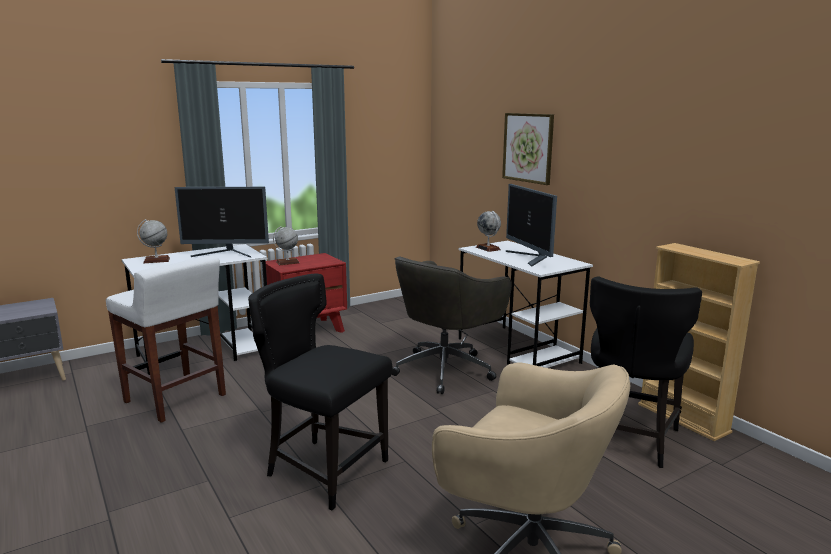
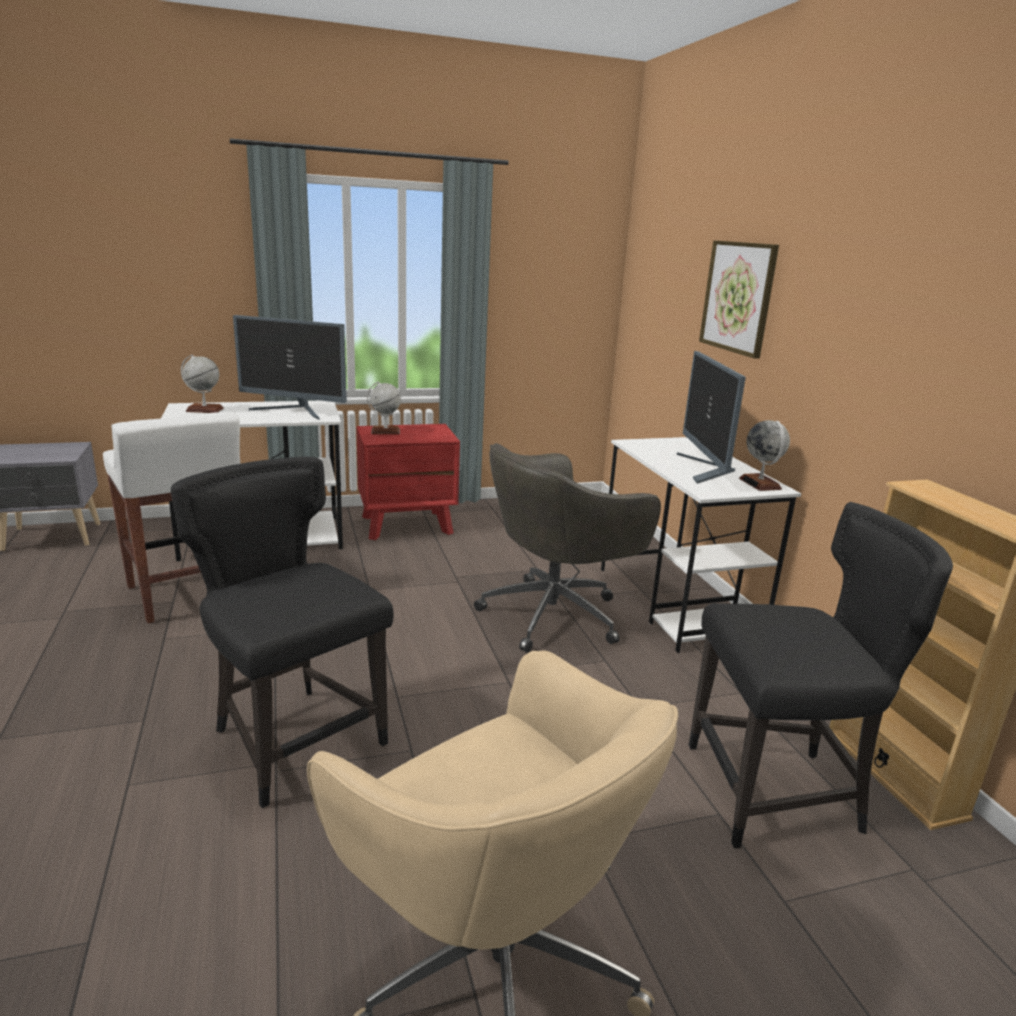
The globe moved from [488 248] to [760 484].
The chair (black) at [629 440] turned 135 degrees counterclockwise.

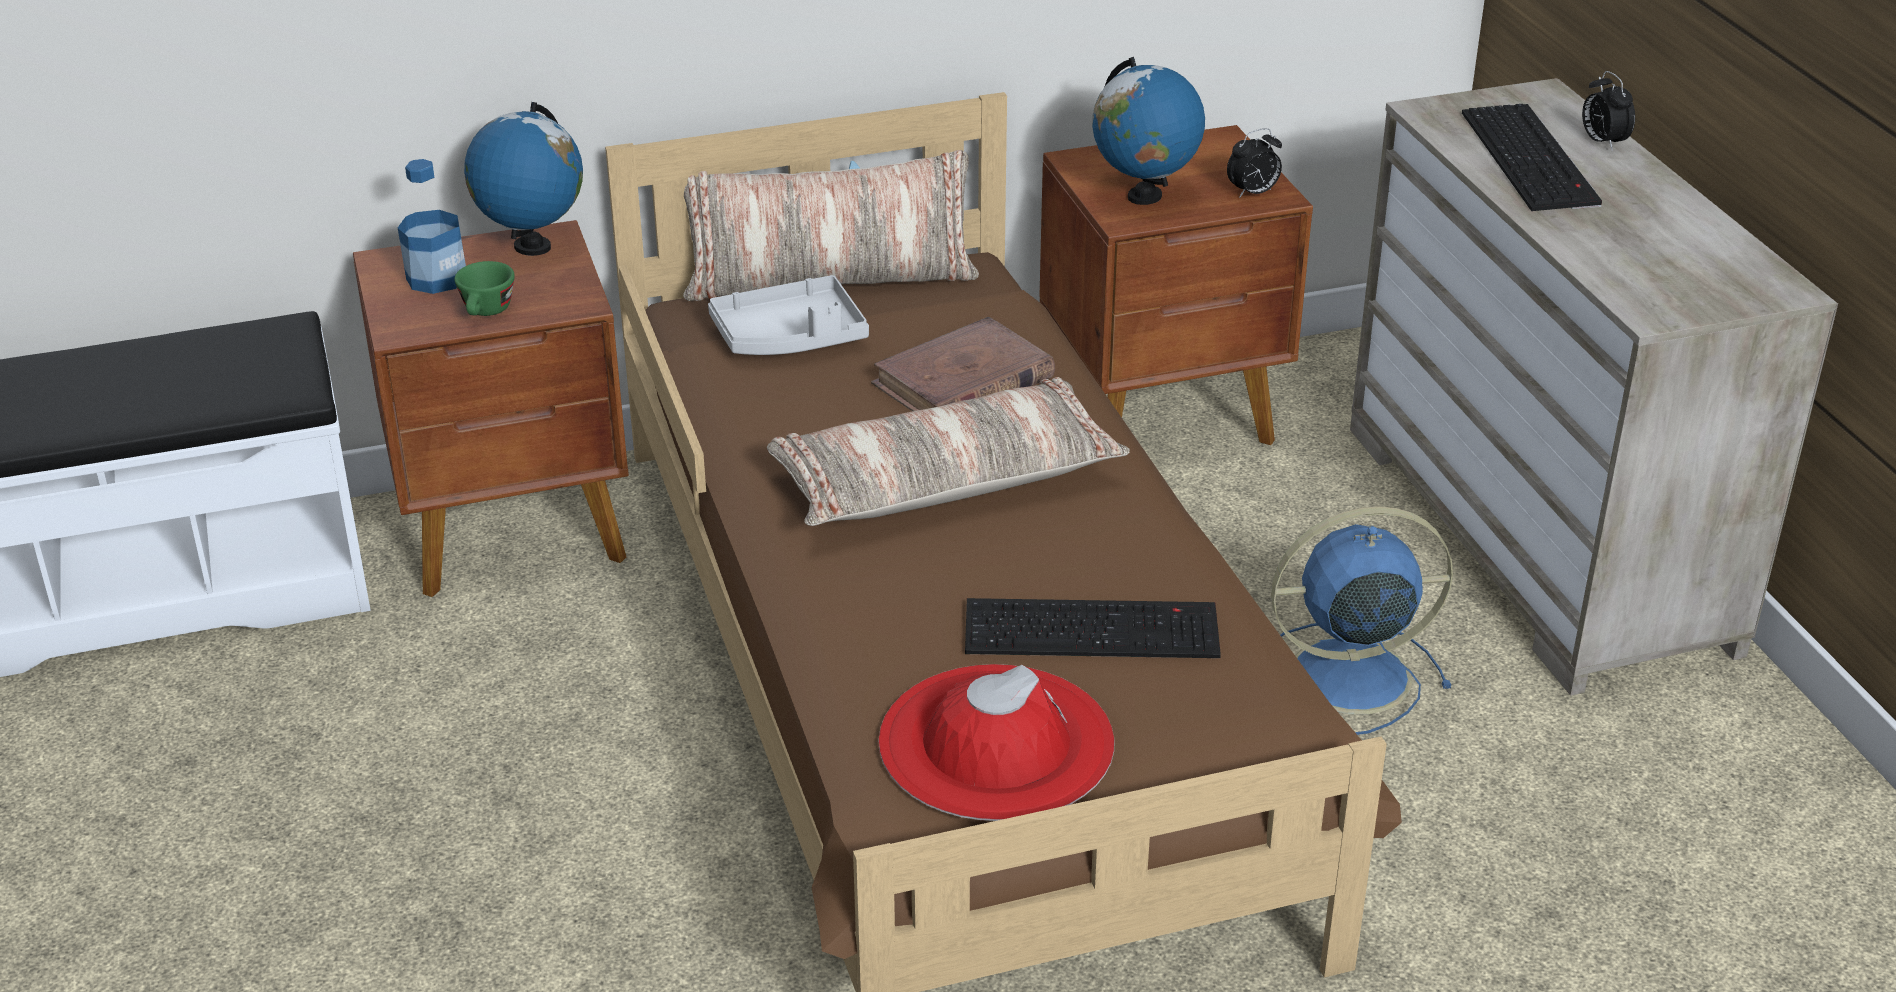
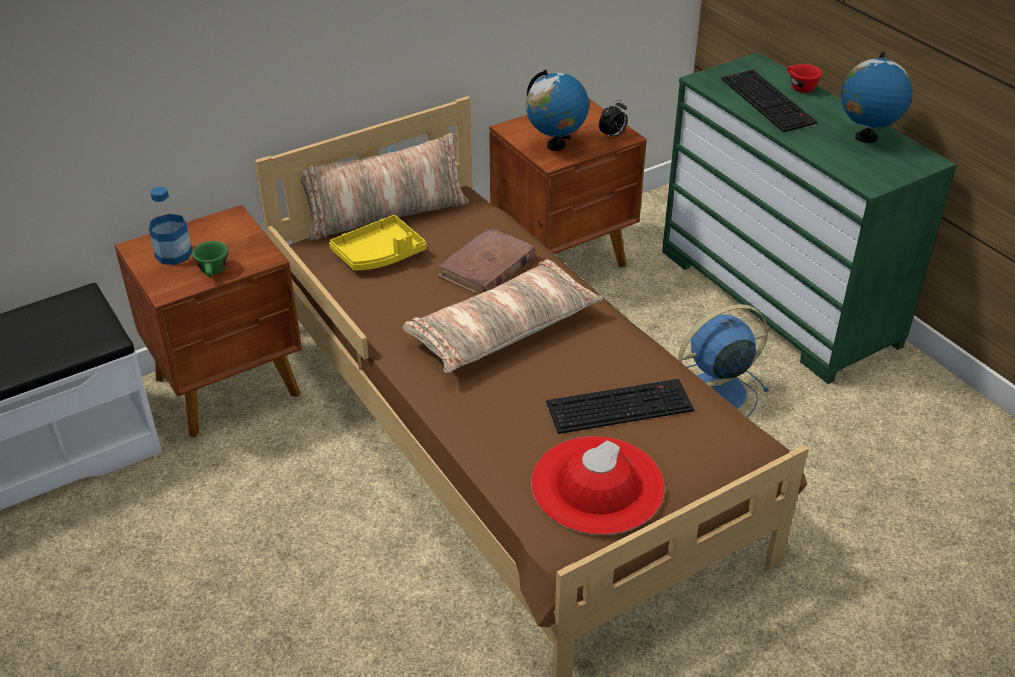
The globe moved from [532 247] to [866 137].
The alarm clock at [1602 142] was replaced by the cup (red) at [799 87].
The tray (grey) at [790 337] became the tray (yellow) at [379 255].
The dresser (beige) at [1539 536] became the dresser (green) at [778 297].

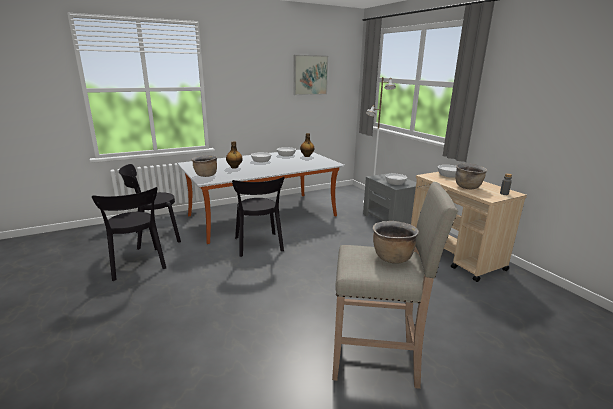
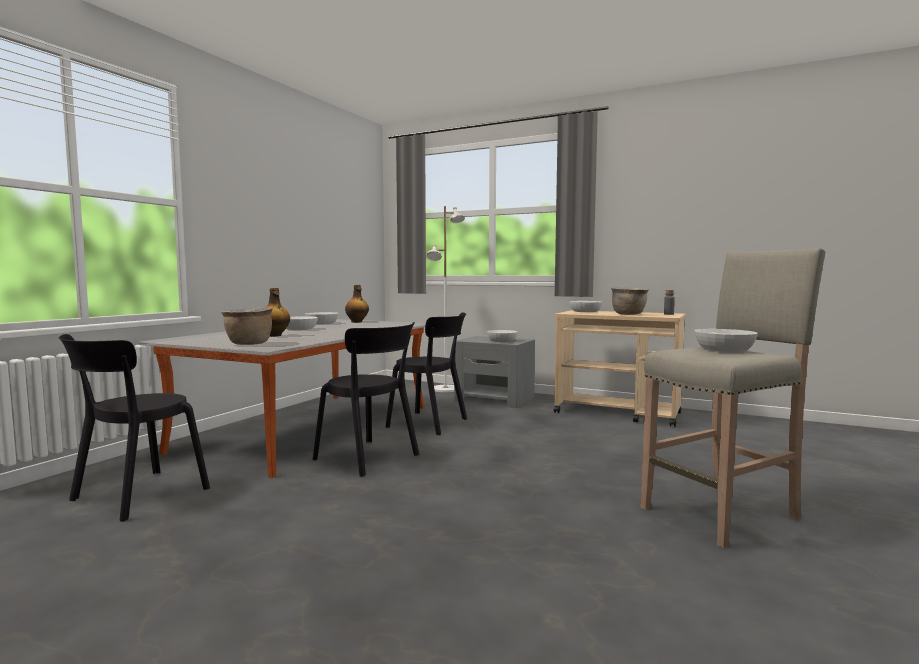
The picture at [310 75] disappeared.
The chair (black) moved from [137 265] to [431 423].
The cooking pot (brown) at [392 258] was replaced by the bowl (white) at [724 349].

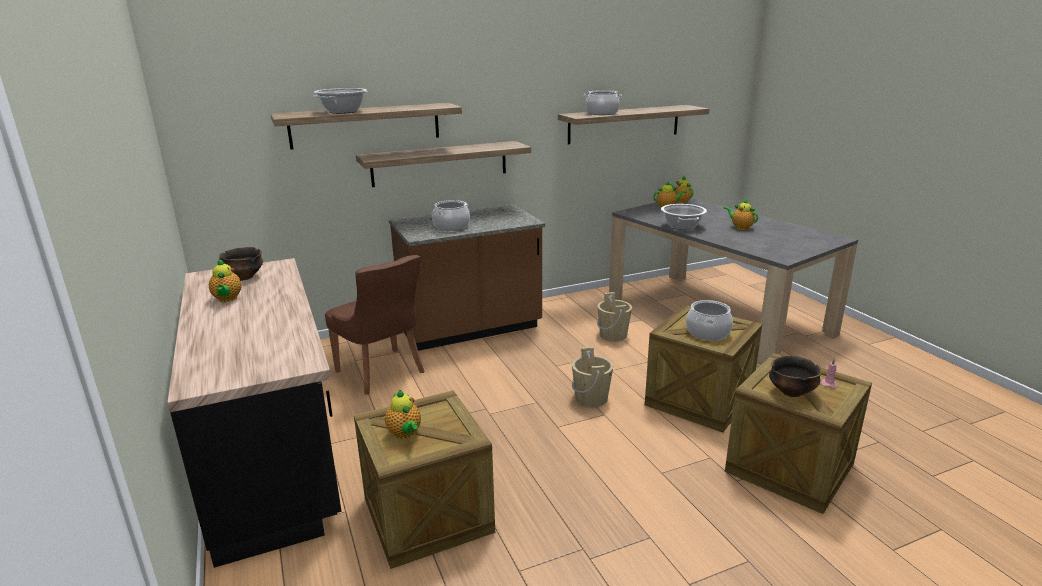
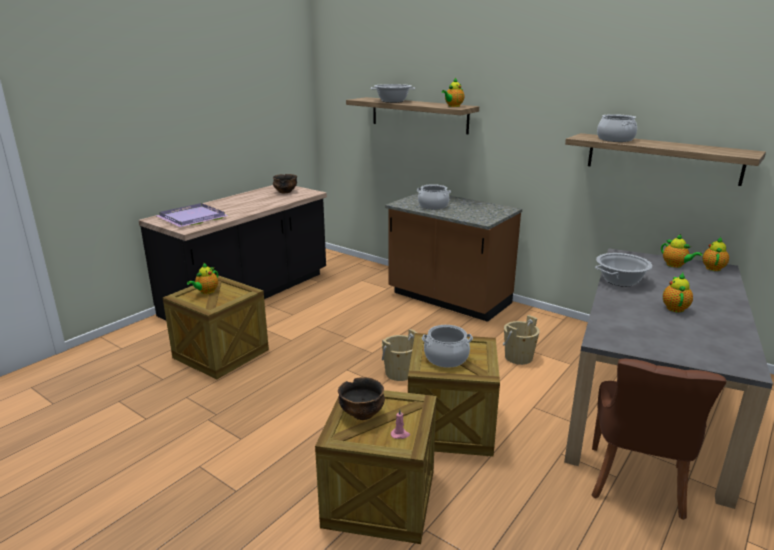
The shelf at [440 163] disappeared.
The tray (purple) at [194 218] appeared.
The teapot moved from [227 299] to [453 106].
The chair (brown) moved from [382 372] to [636 484].

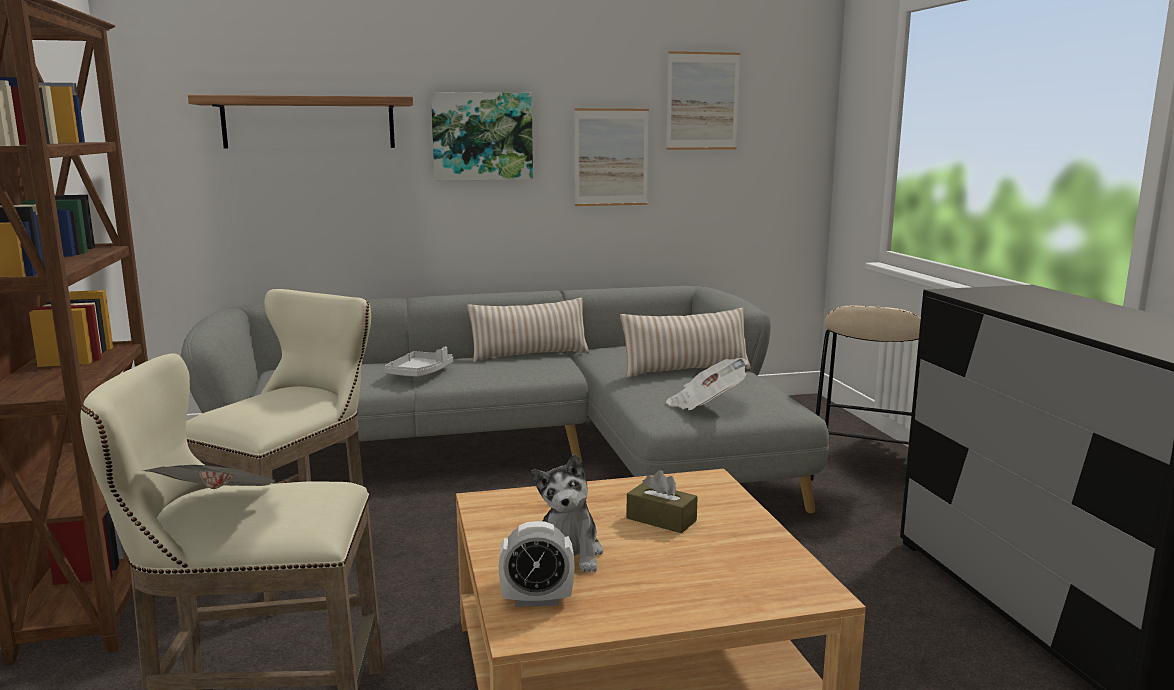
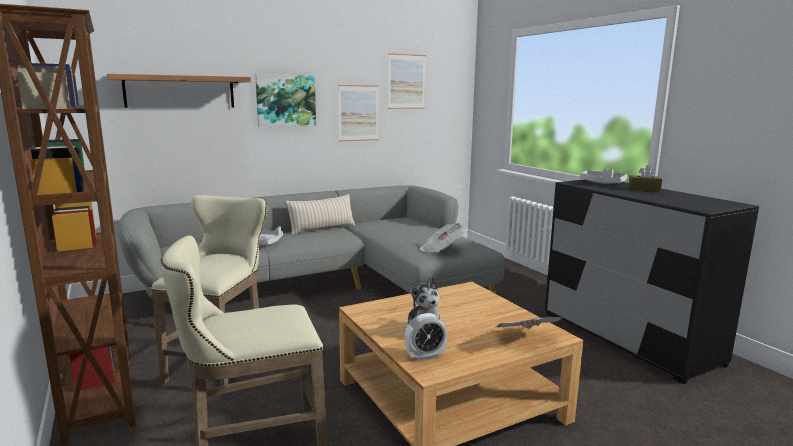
The pillow (beige) at [685 370] disappeared.
The stool (beige) at [864 470] disappeared.
The tray (grey) at [602 183] appeared.
The newspaper moved from [221 509] to [526 338].
The tissue box (brown) moved from [661 519] to [644 189].

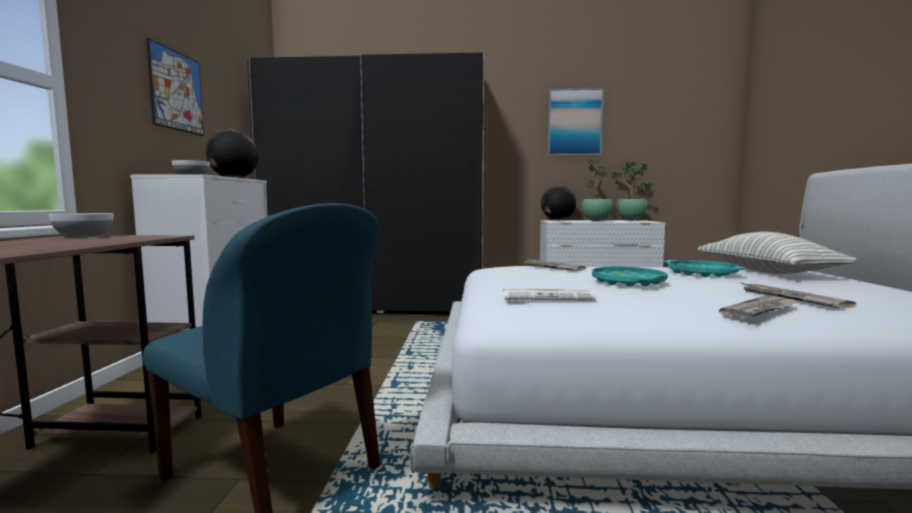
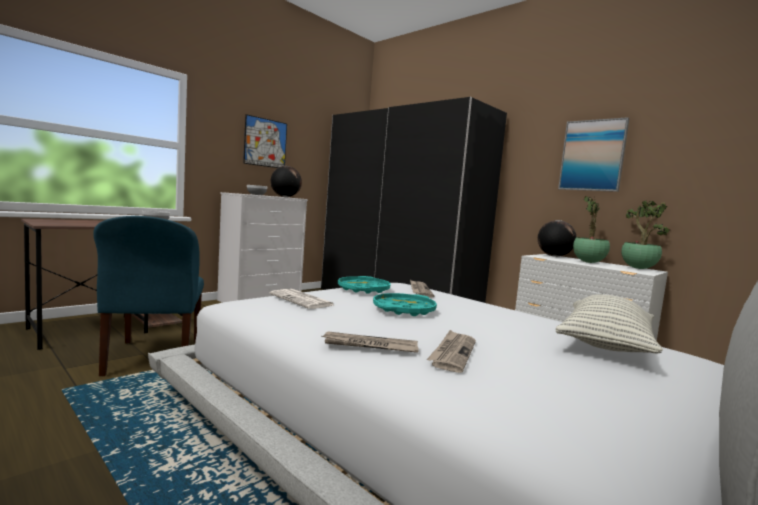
The tray (turquoise) moved from [701 273] to [363 289].

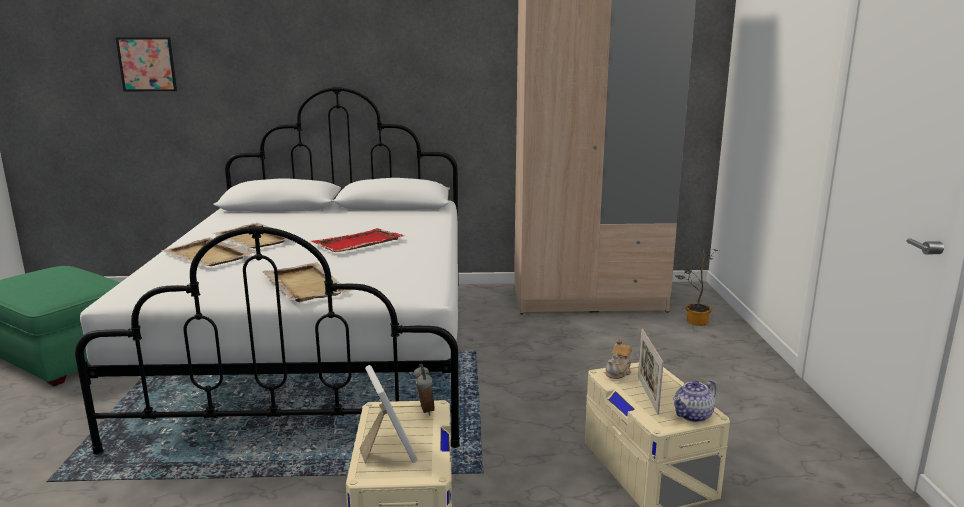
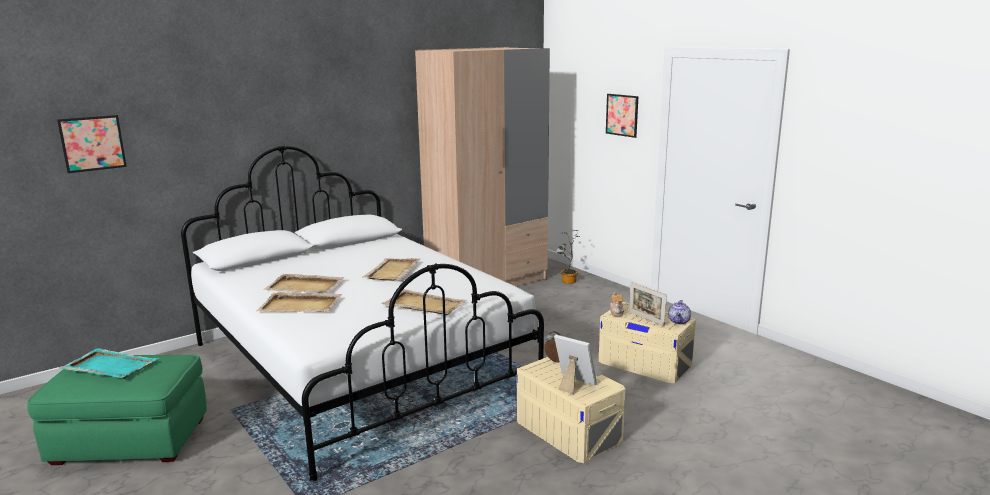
The tray (turquoise) at [109 366] appeared.
The picture at [622 115] appeared.
The tray (red) at [357 243] became the tray (beige) at [392 271].

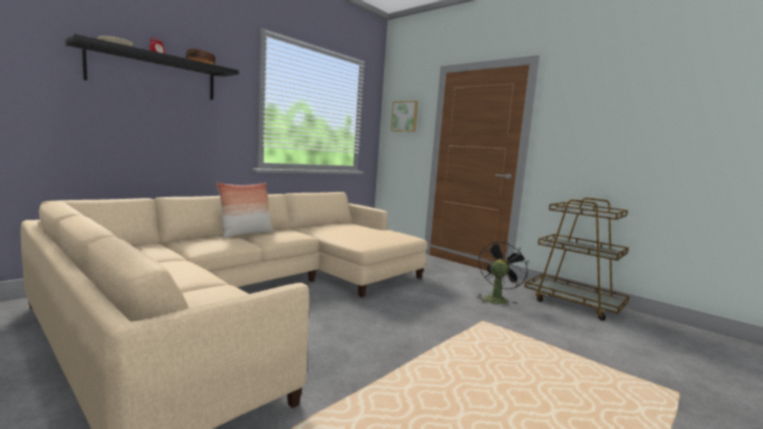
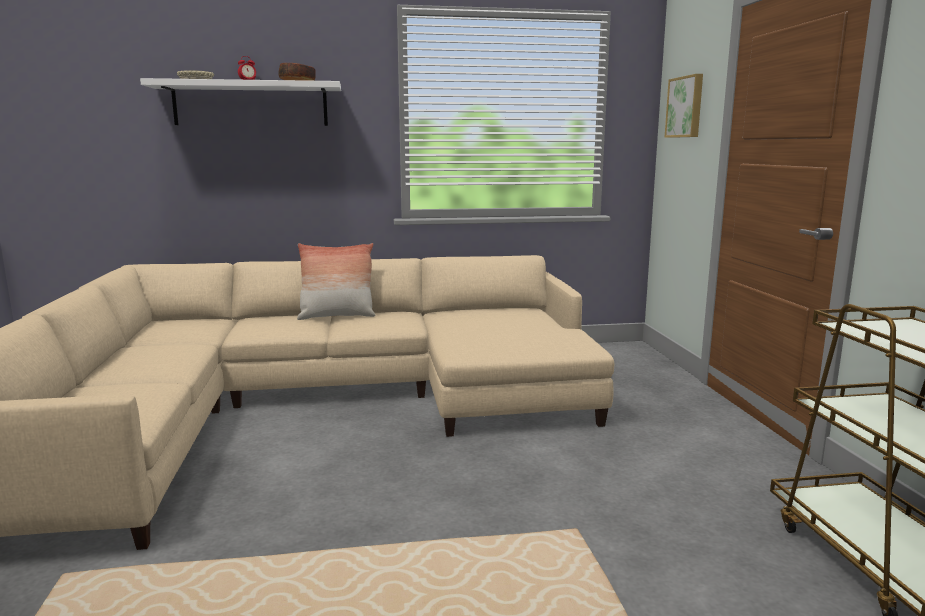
The fan (black) at [496 298] disappeared.
The shelf (black) at [154 74] became the shelf (white) at [251 104].

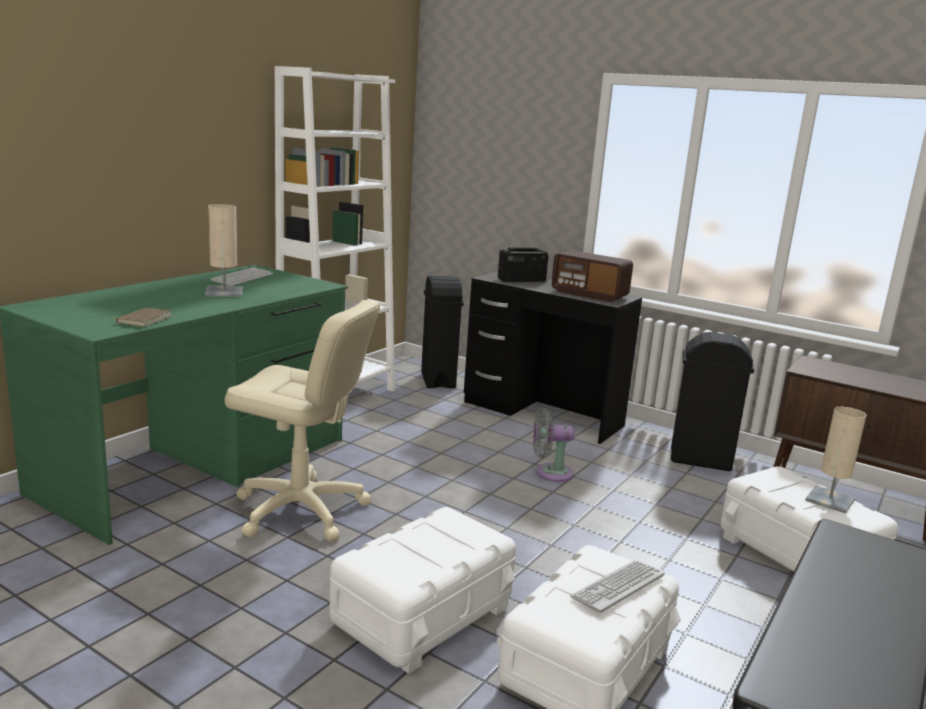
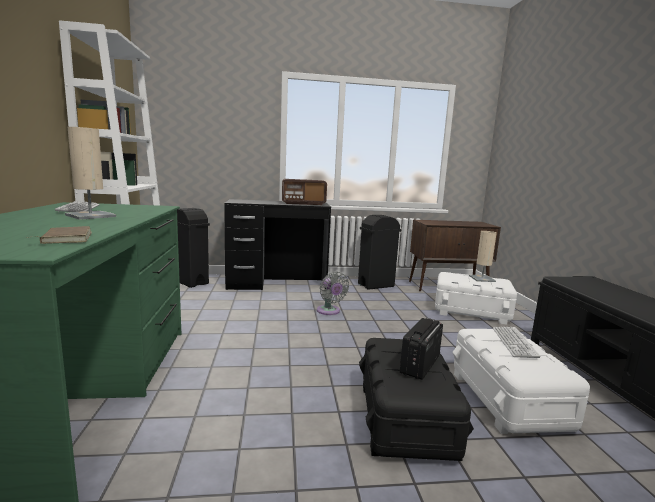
The office chair (beige) at [300 510] disappeared.
The radio moved from [521 280] to [419 365].
The storage box (white) at [423 615] became the storage box (black) at [406 418].
The fan (grey) at [550 473] turned 75 degrees counterclockwise.

